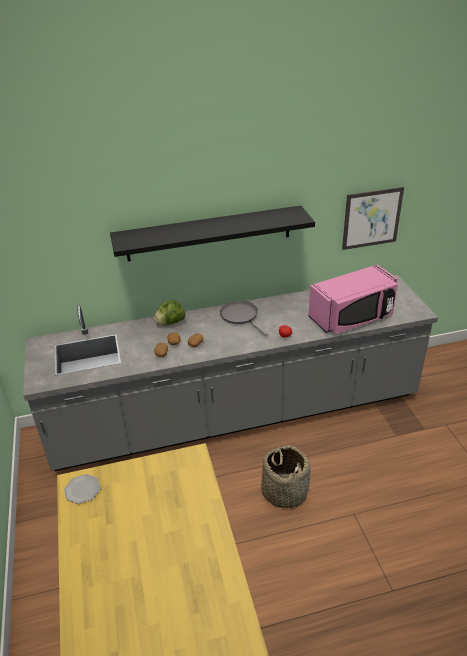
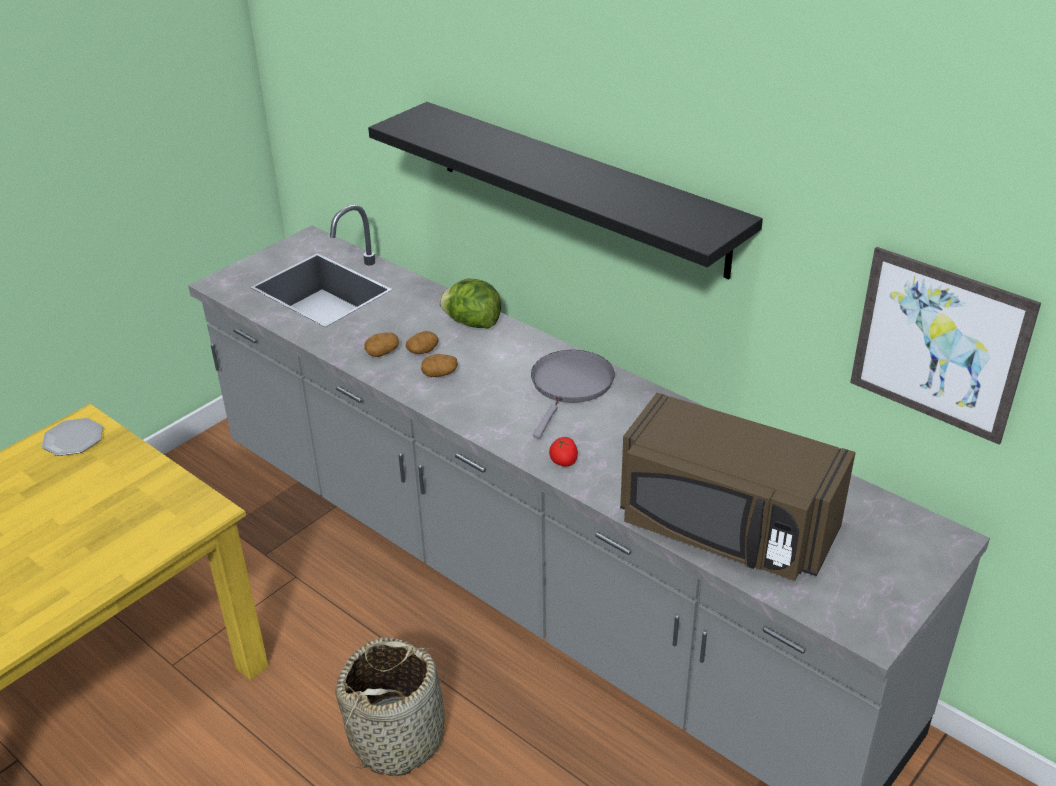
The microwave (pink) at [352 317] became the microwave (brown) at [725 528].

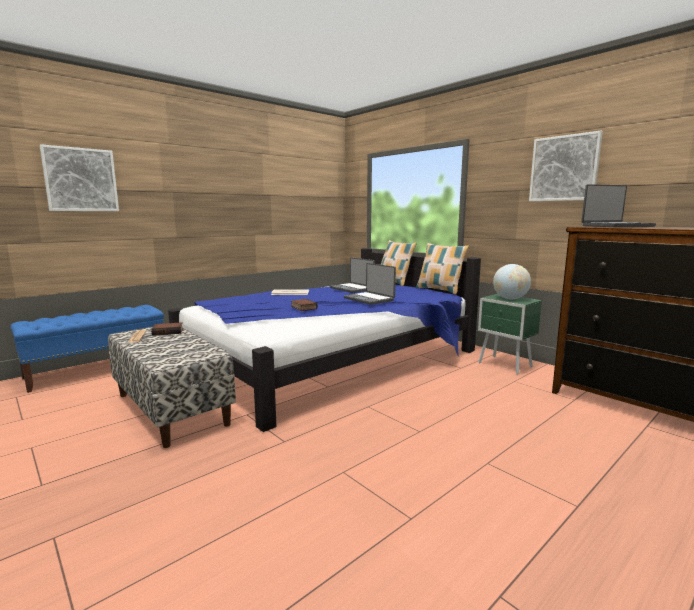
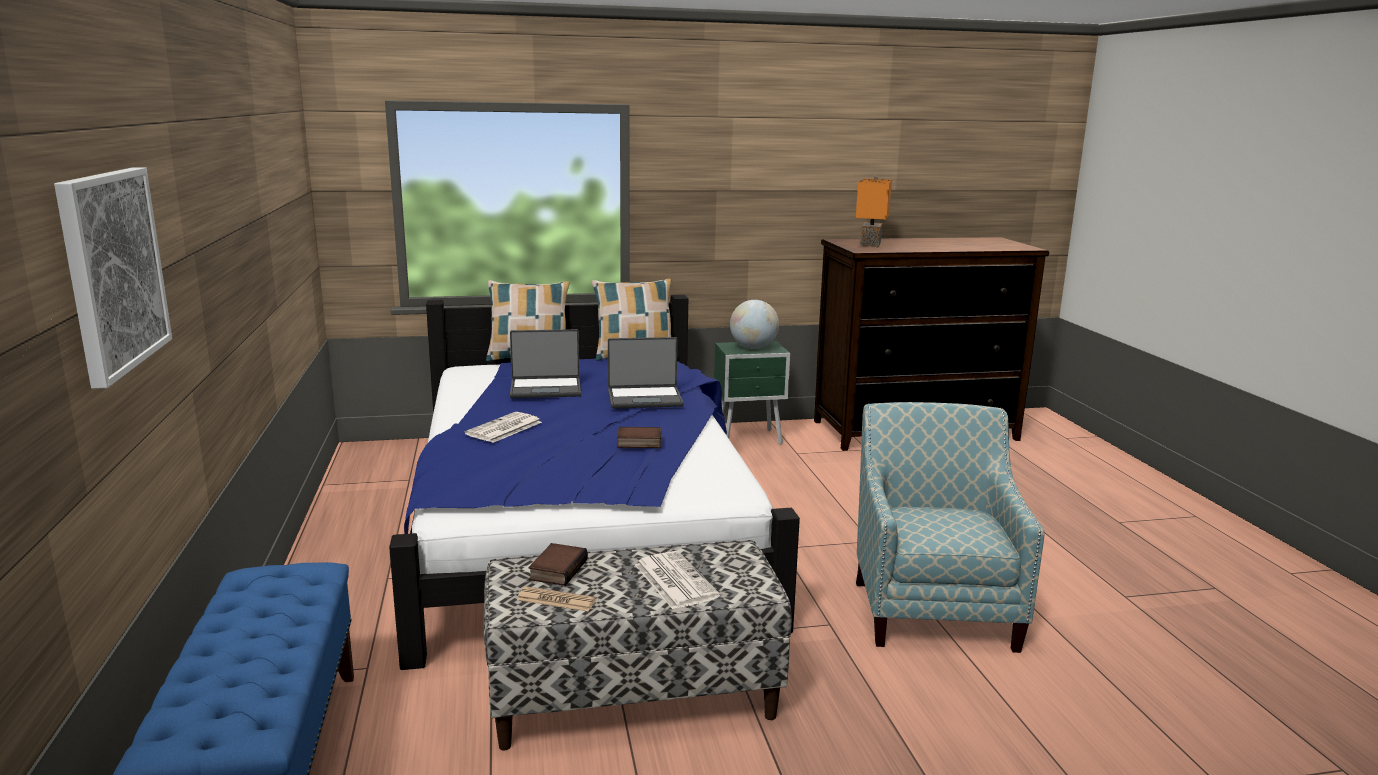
The picture at [564 168] disappeared.
The newspaper at [674 580] appeared.
The armchair at [932 606] appeared.
The laptop at [616 226] was replaced by the table lamp (orange) at [869 244].

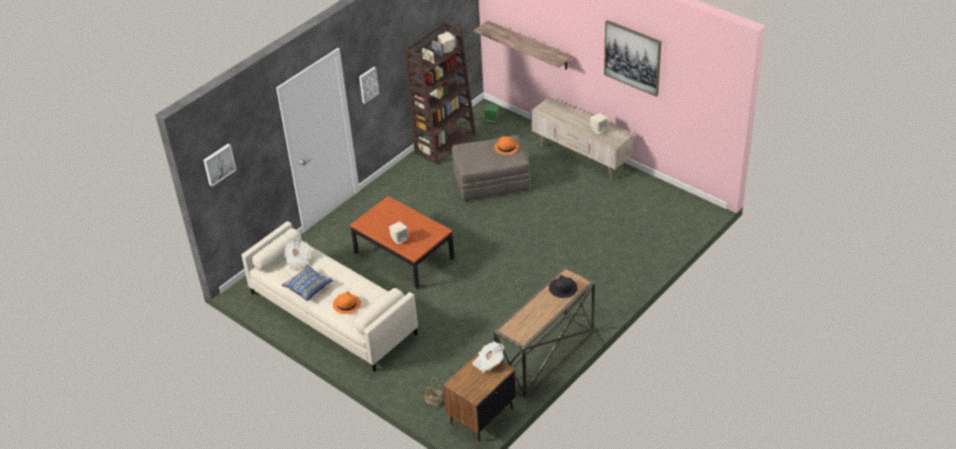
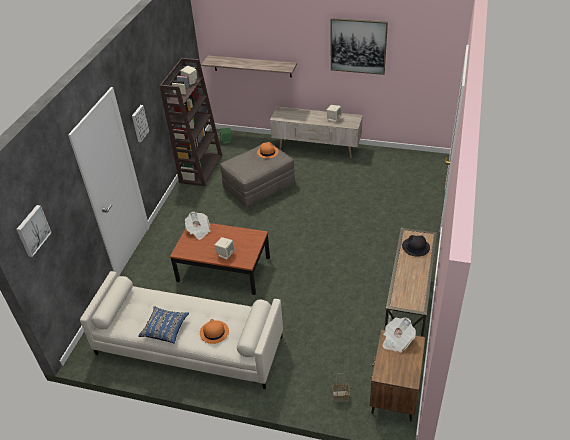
The newspaper moved from [297 260] to [198 230].

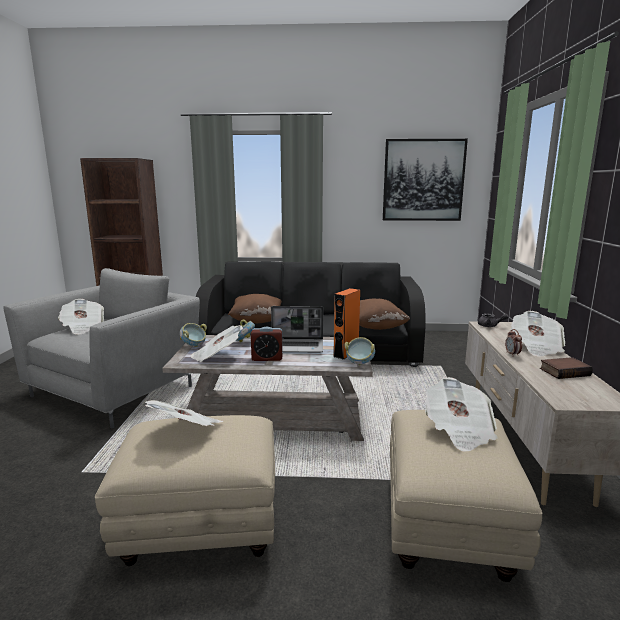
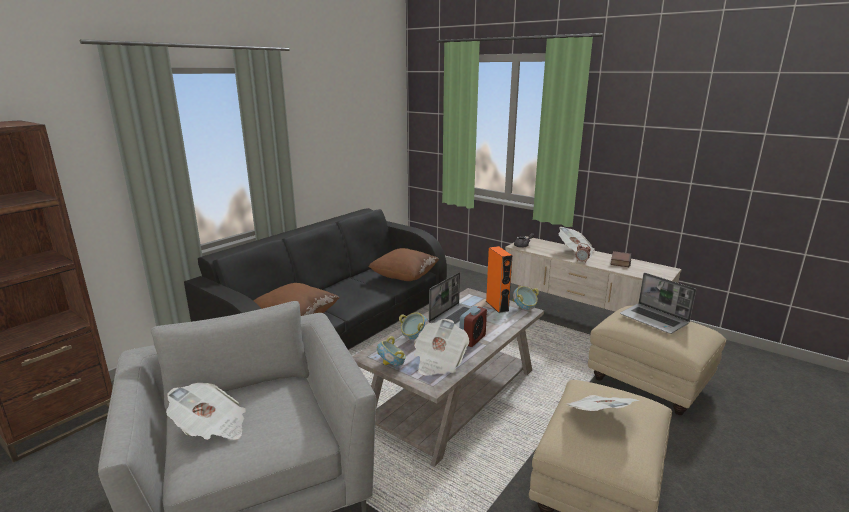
The picture at [423 180] disappeared.
The newspaper at [459 431] was replaced by the laptop at [654 319].

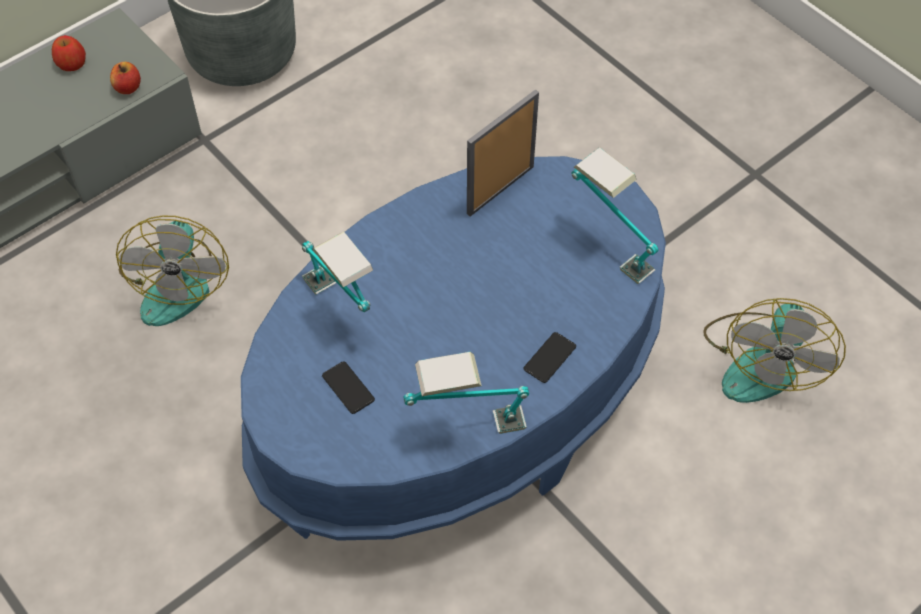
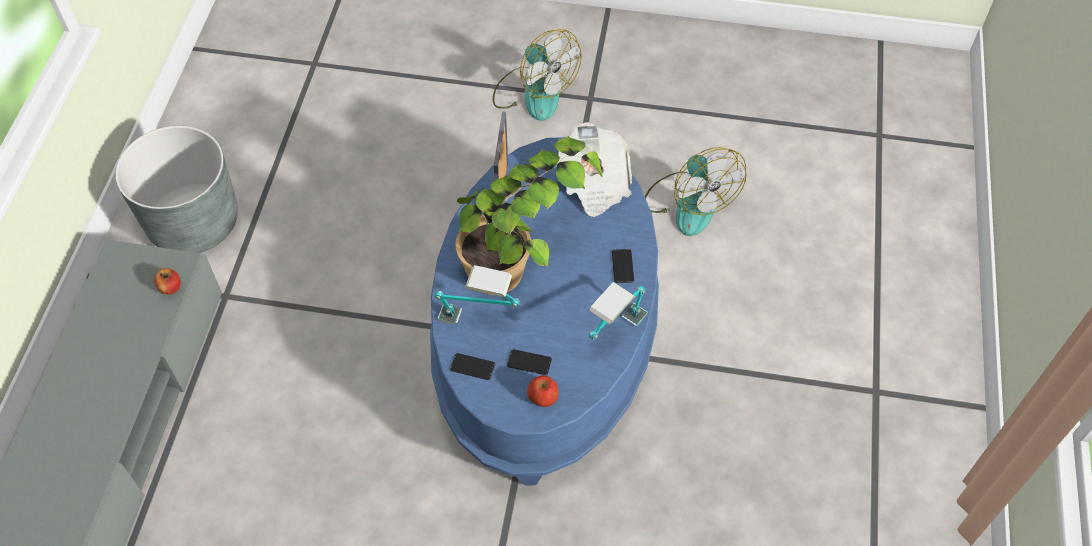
The phone at [472 367] appeared.
The potted plant at [523 263] appeared.
The apple moved from [71 63] to [543 396].
The fan moved from [177 282] to [533 92].
The table lamp at [607 247] was replaced by the newspaper at [594 183].

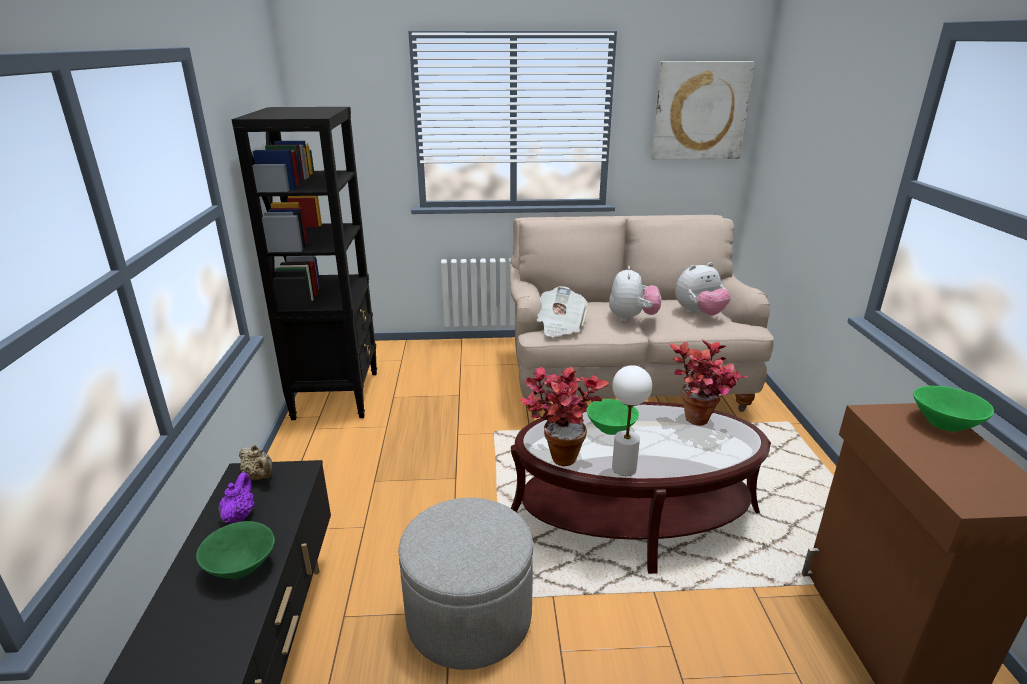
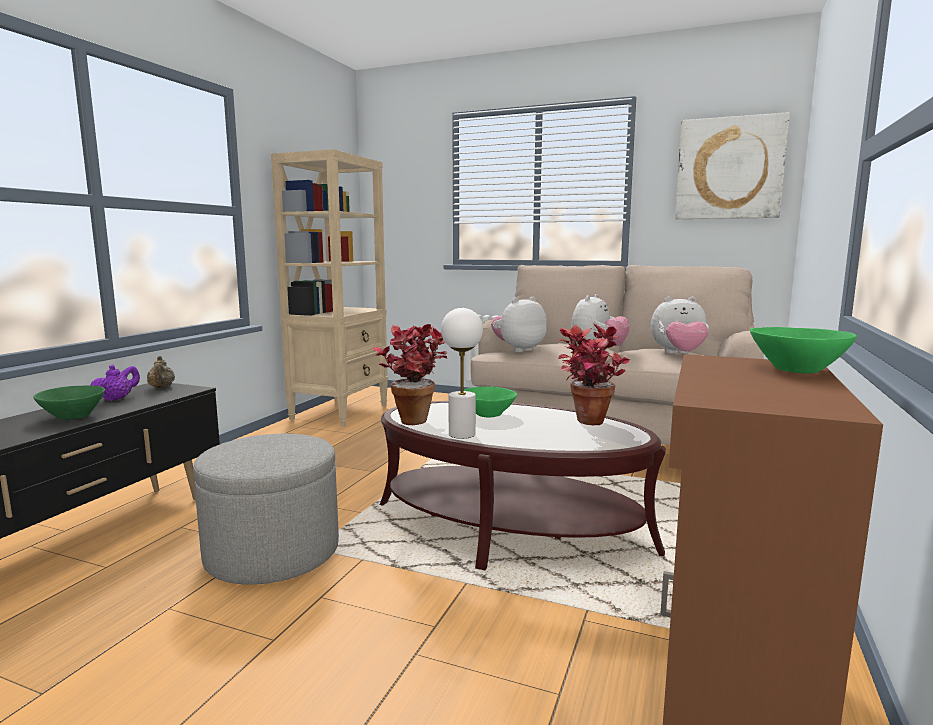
The newspaper at [559 326] was replaced by the plush toy at [518 350].
The bookcase (black) at [337 394] became the bookcase (beige) at [340 412].

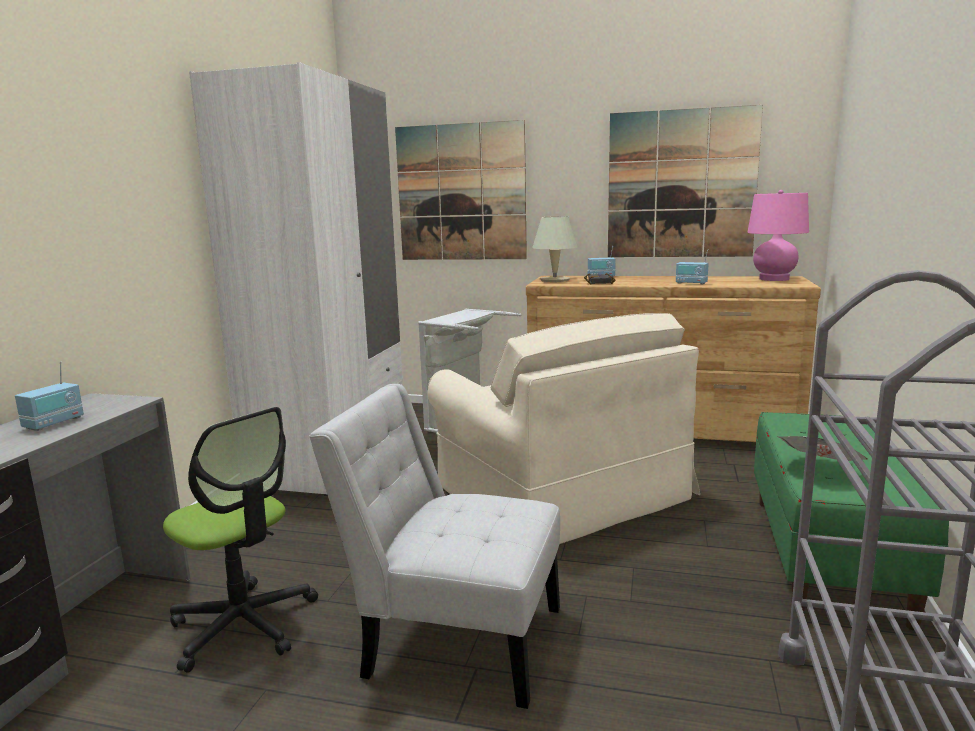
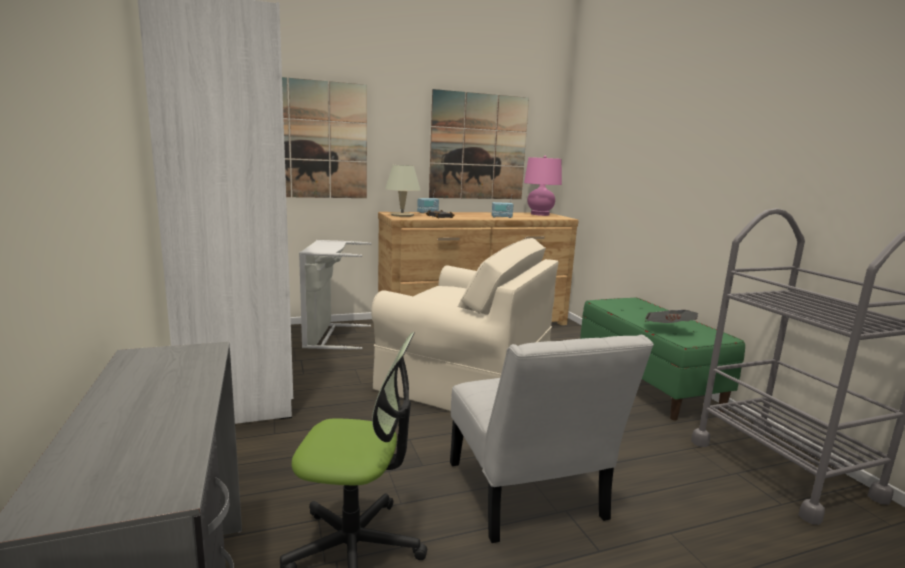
The radio at [54 423] disappeared.
The chair (white) at [454 638] turned 90 degrees counterclockwise.

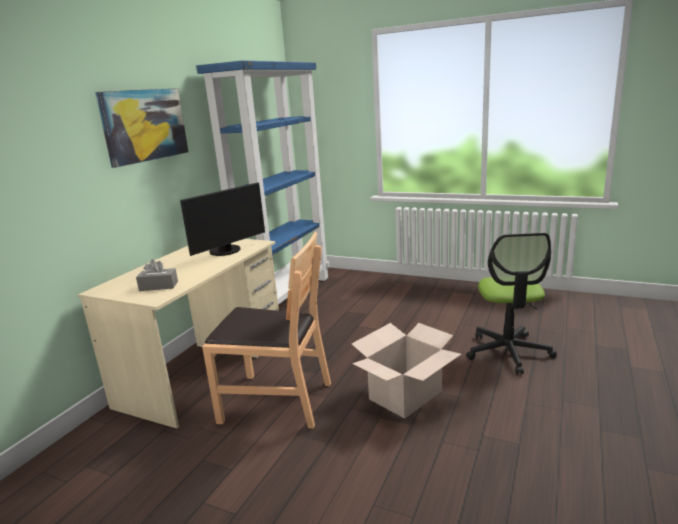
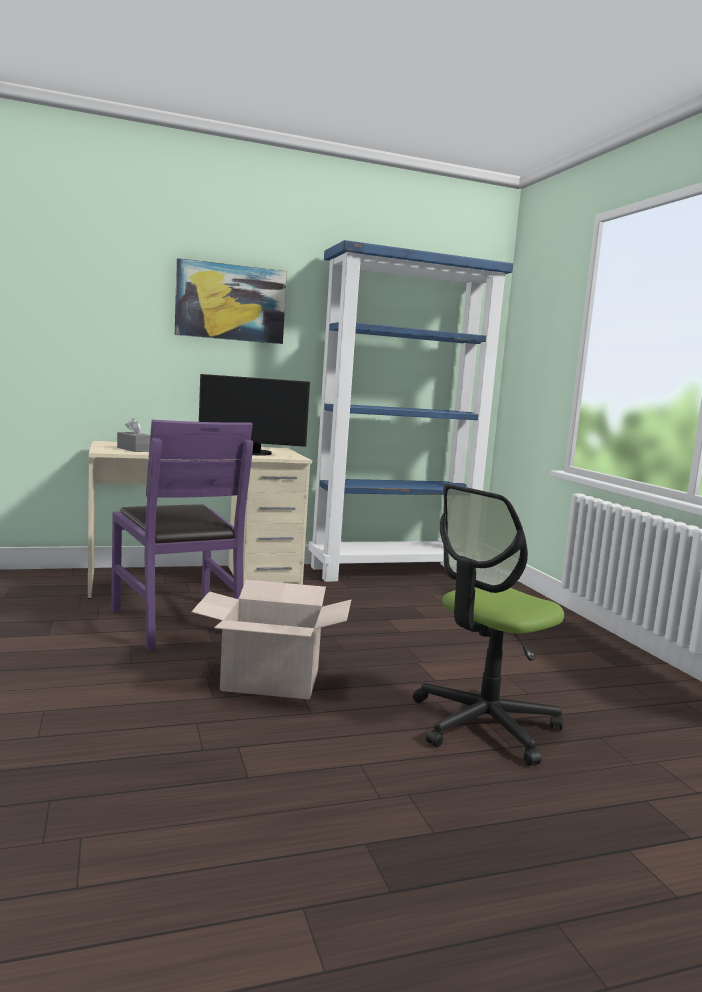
The chair (brown) at [276 401] became the chair (purple) at [177 622].

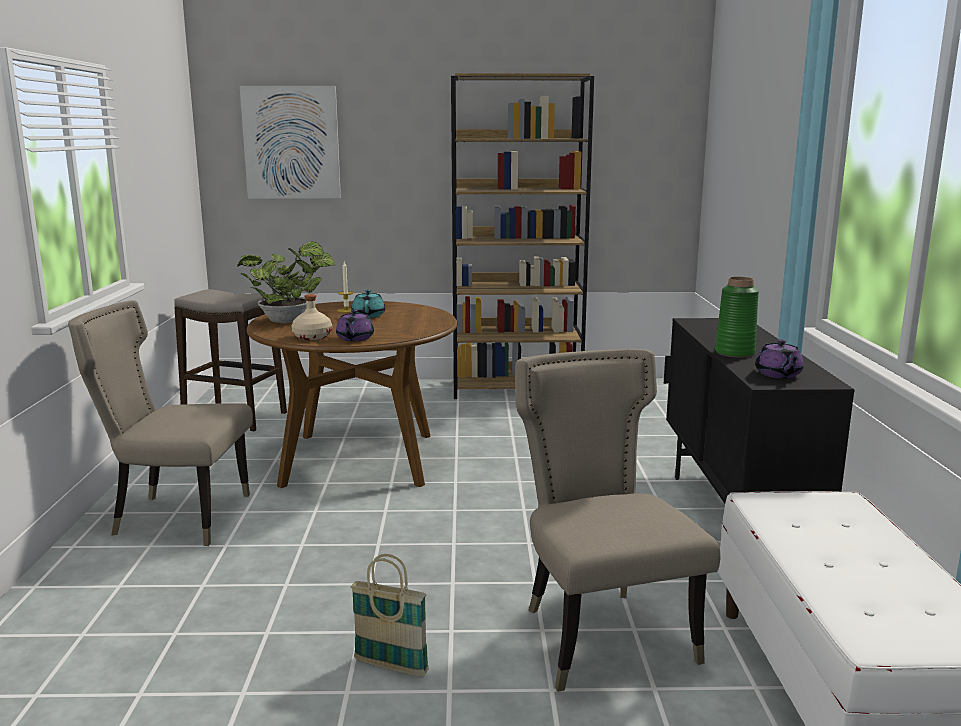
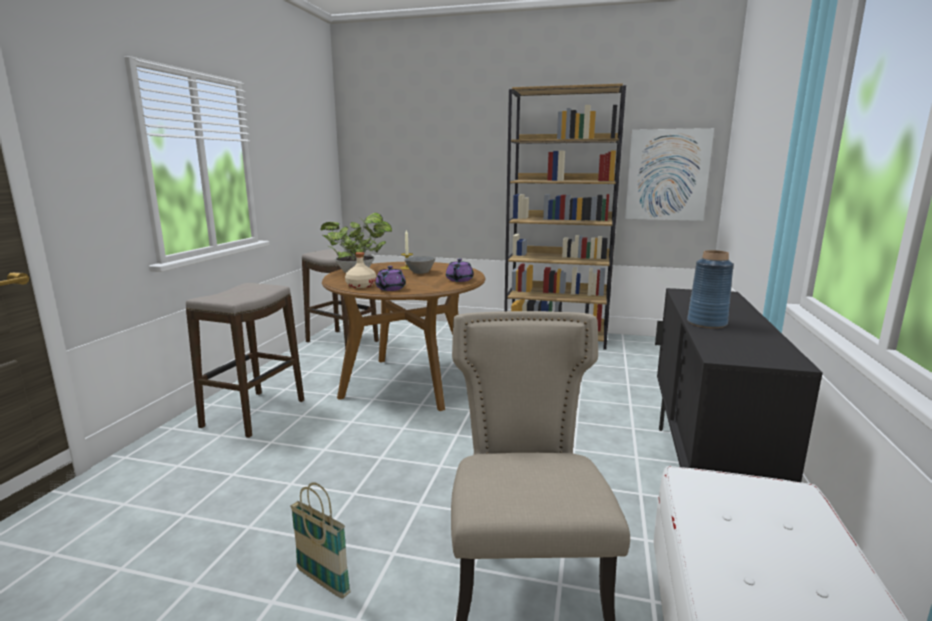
The picture moved from [291 143] to [667 175].
The teapot (purple) moved from [778 375] to [459 280].
The chair (beige) at [176 517] was replaced by the stool at [254 414].
The teapot (turquoise) at [369 315] was replaced by the bowl (grey) at [419 272].
The vase (green) at [735 352] became the vase (blue) at [707 323].

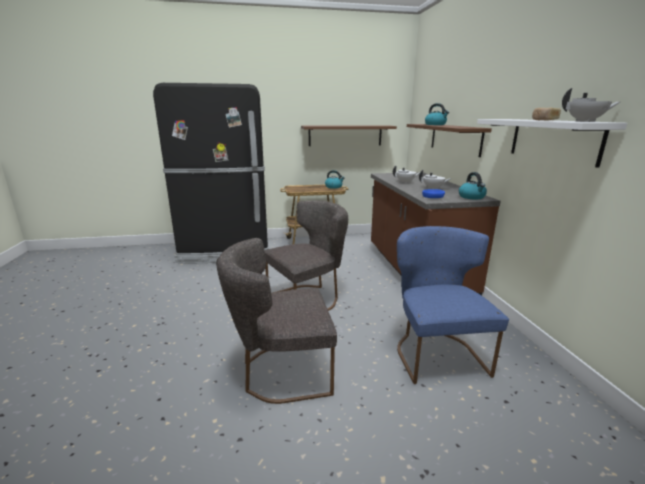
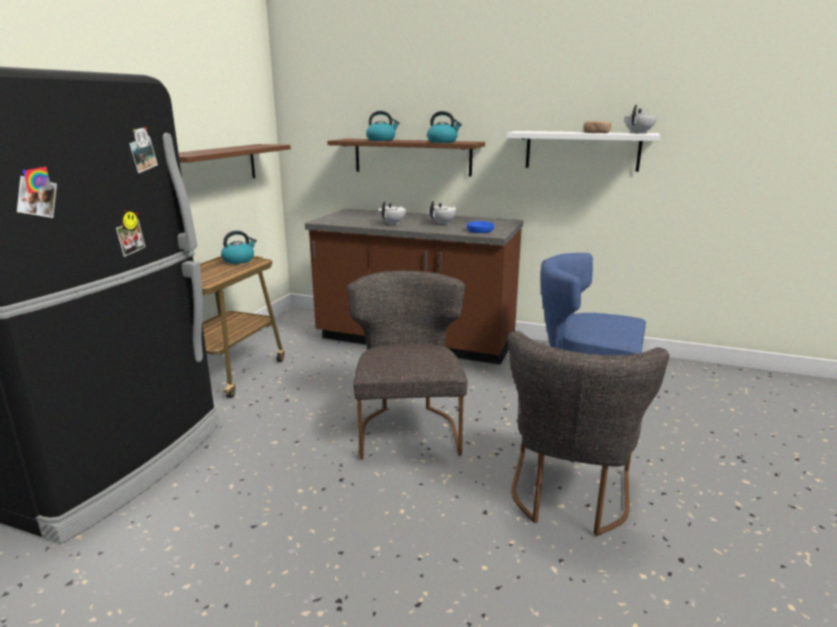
The kettle moved from [472 197] to [442 142].

